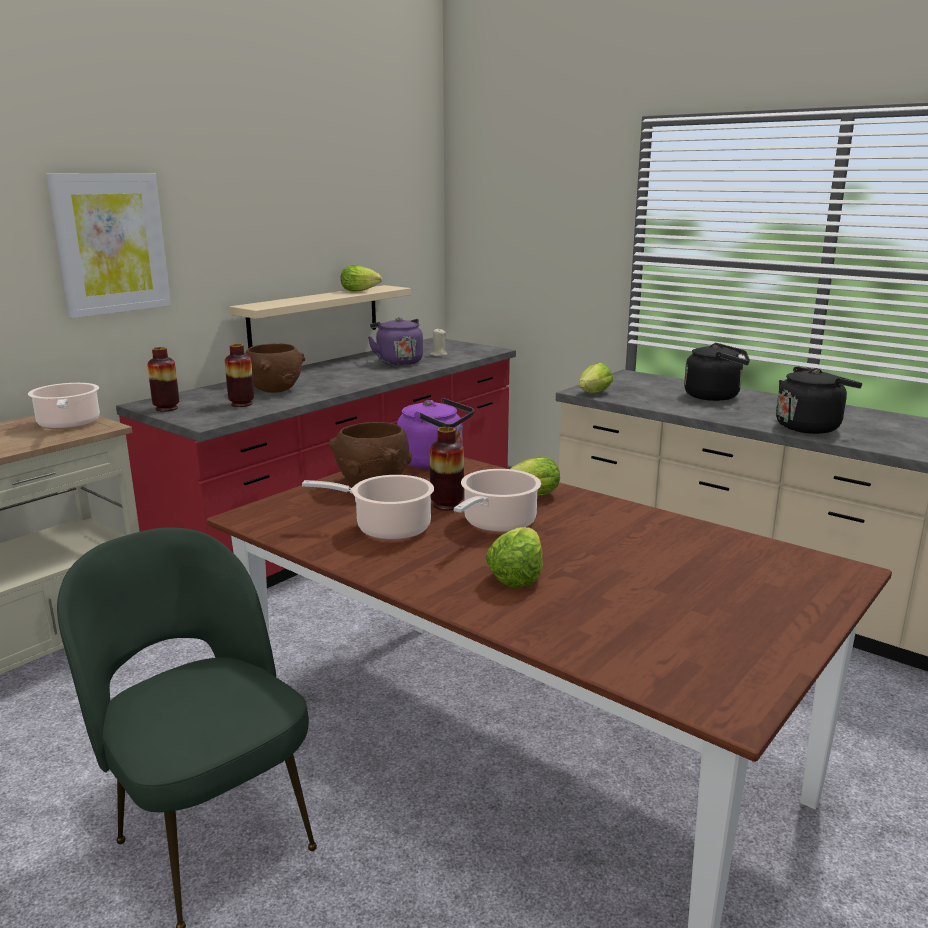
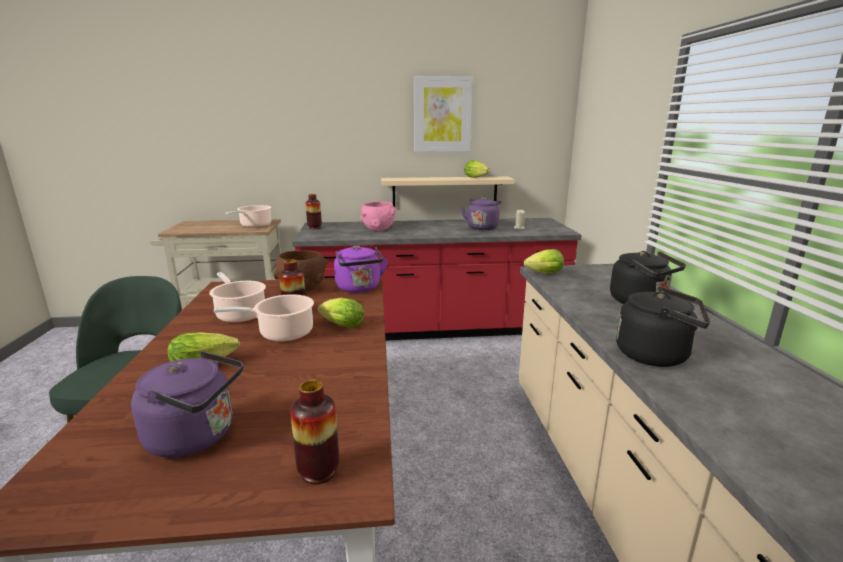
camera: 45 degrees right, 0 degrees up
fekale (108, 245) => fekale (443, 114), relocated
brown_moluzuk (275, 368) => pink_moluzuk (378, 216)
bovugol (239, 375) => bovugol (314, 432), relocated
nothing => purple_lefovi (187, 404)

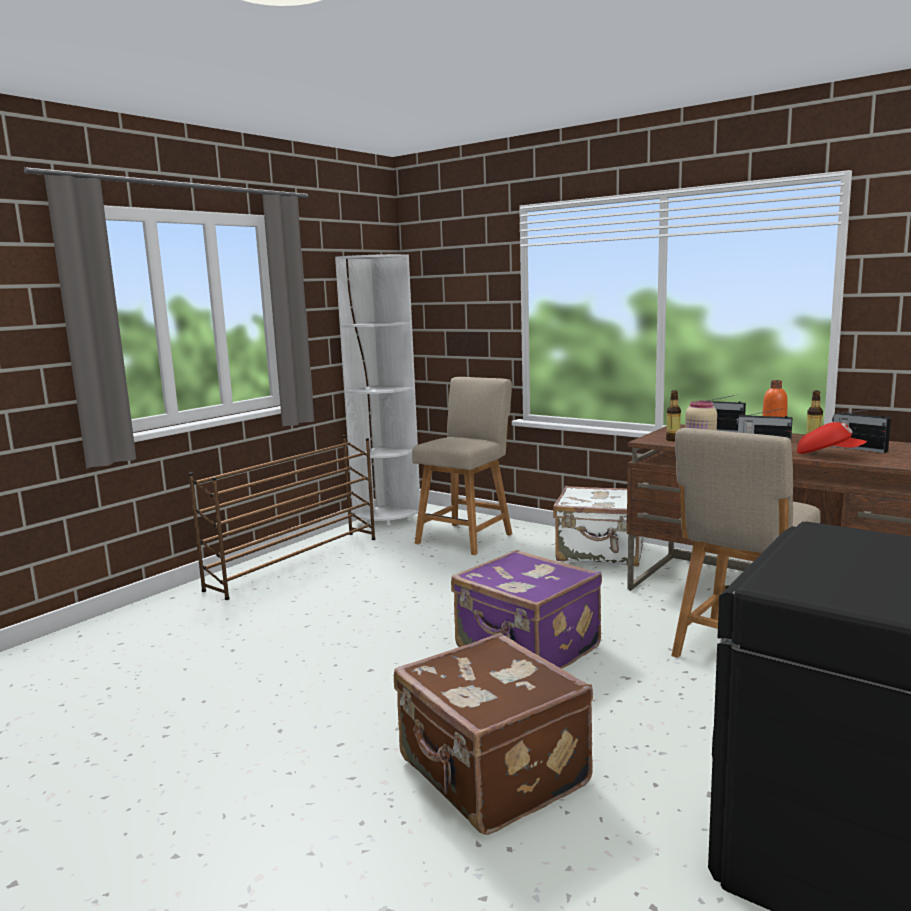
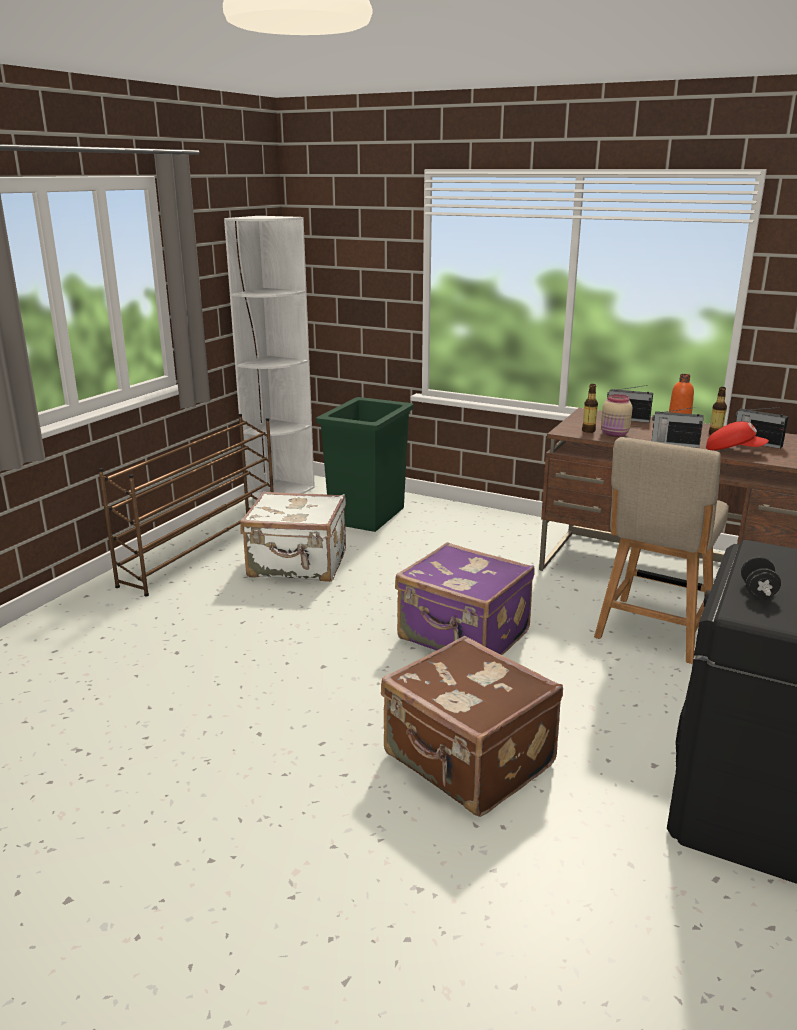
camera: 10 degrees left, 10 degrees up
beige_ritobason (462, 466) => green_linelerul (364, 464)
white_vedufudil (598, 525) => white_vedufudil (293, 536), relocated
nothing => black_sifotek (761, 578)

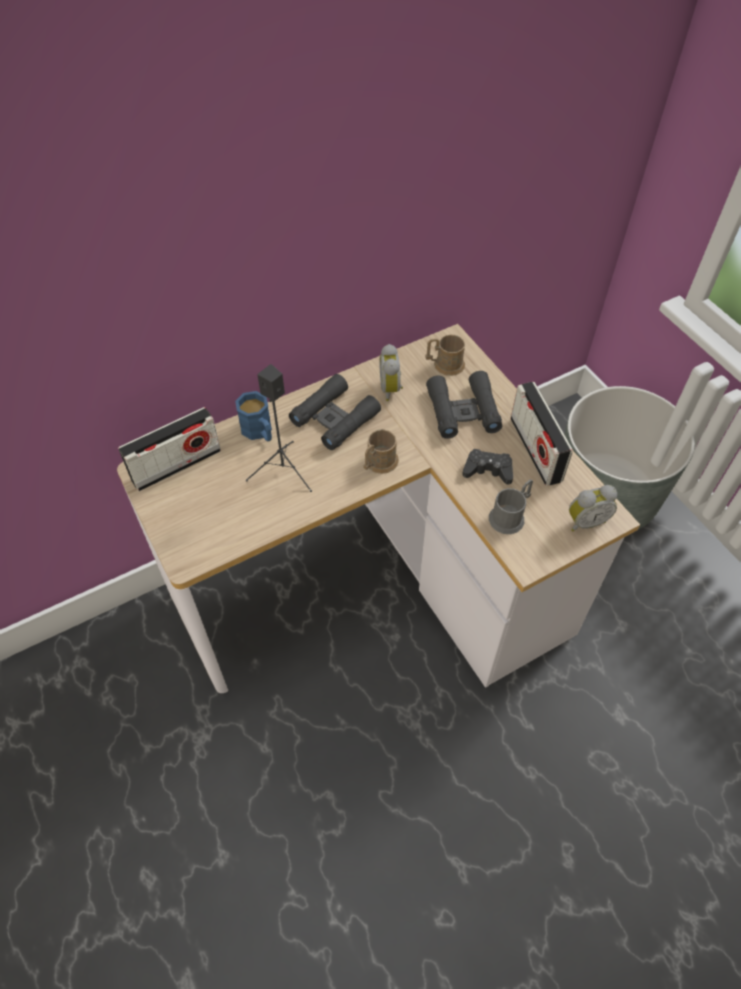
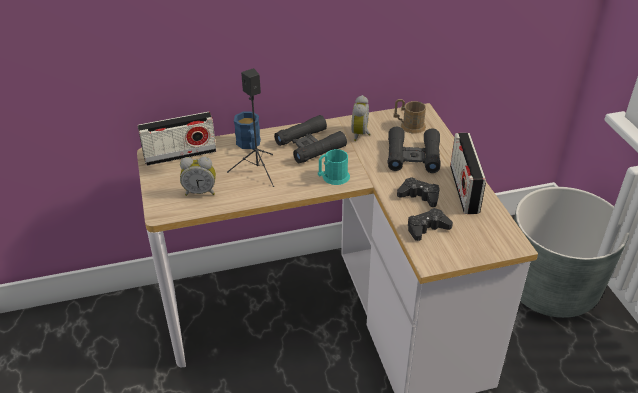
camera: 15 degrees right, 15 degrees down
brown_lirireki (381, 451) => turquoise_lirireki (334, 167)
grey_lirireki (511, 507) => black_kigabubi (430, 224)
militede (593, 508) => militede (198, 176), relocated

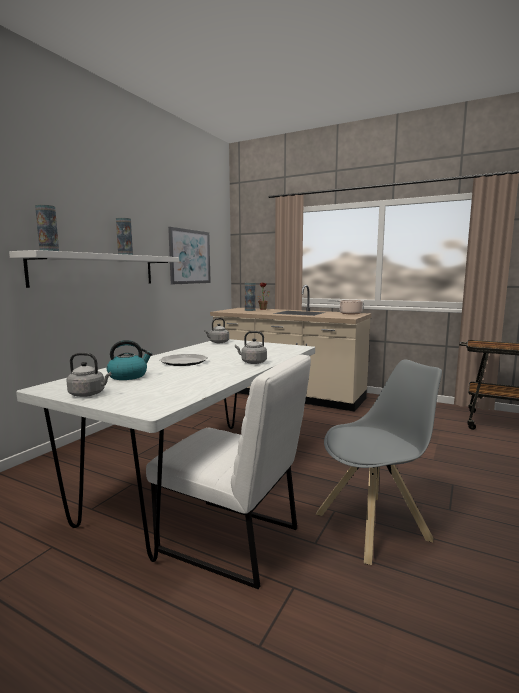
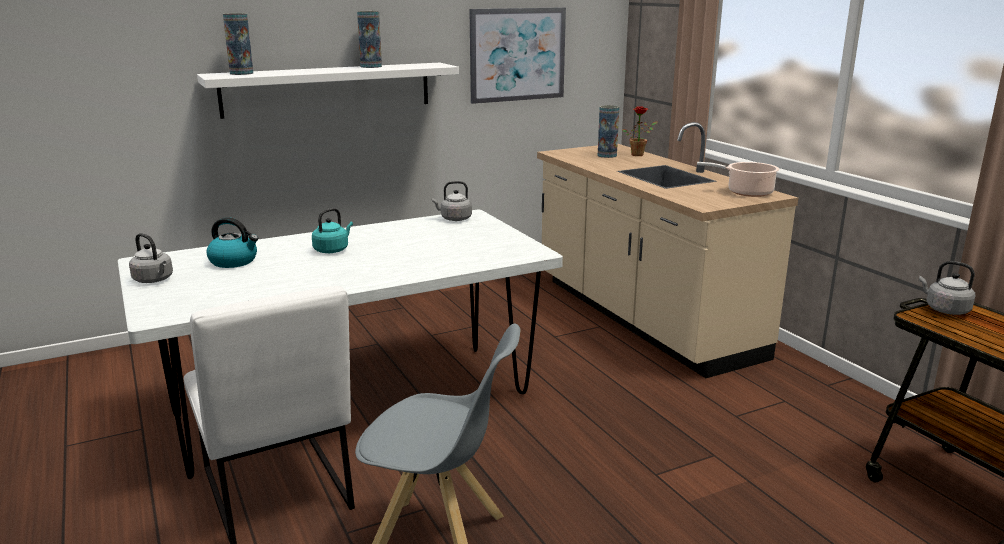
camera: 35 degrees right, 10 degrees up
grey_lefovi (251, 347) => grey_lefovi (947, 288), relocated
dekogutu (184, 360) => turquoise_lefovi (332, 230)

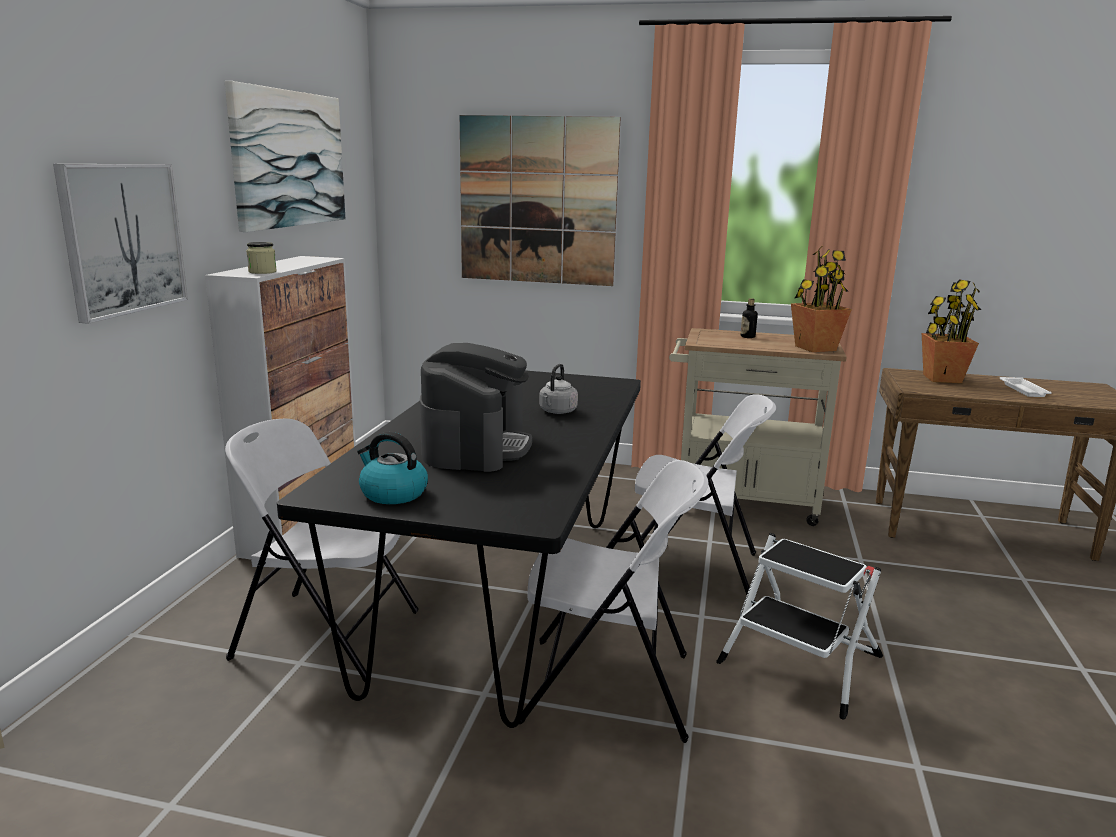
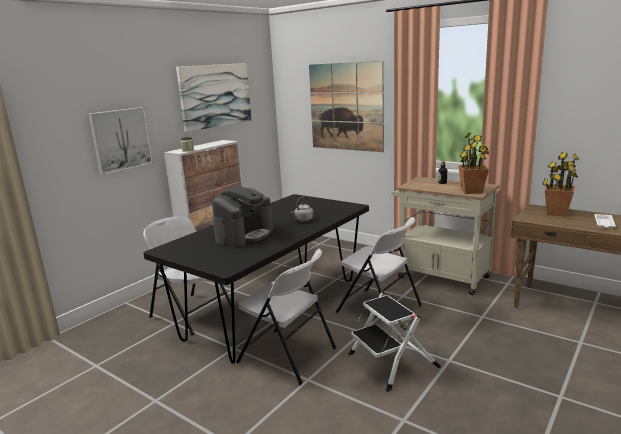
camera: 25 degrees right, 0 degrees up
lefovi (392, 468) => nothing

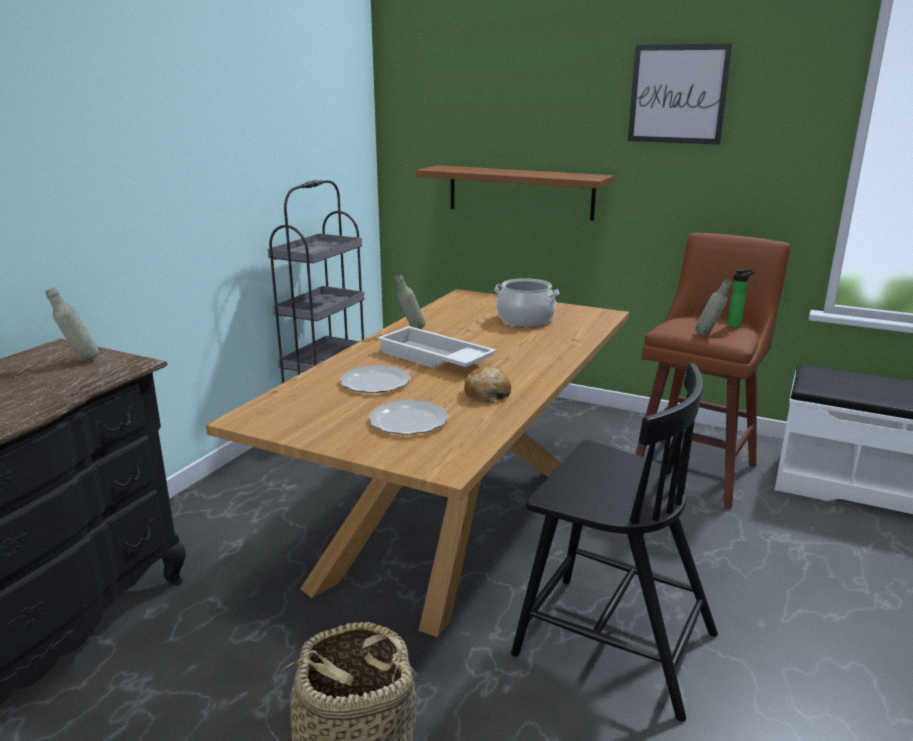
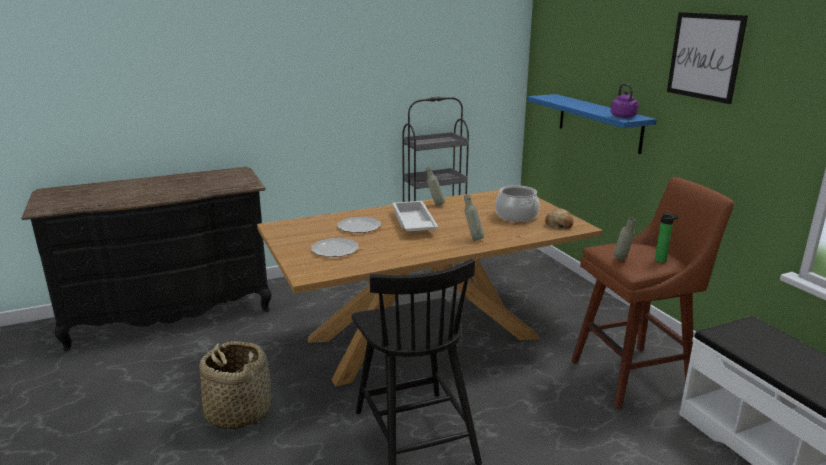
camera: 40 degrees right, 0 degrees up
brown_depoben (515, 193) => blue_depoben (592, 124)
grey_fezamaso (72, 325) => grey_fezamaso (474, 218), relocated
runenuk (487, 384) => runenuk (559, 218), relocated
nothing => purple_lefovi (625, 101)

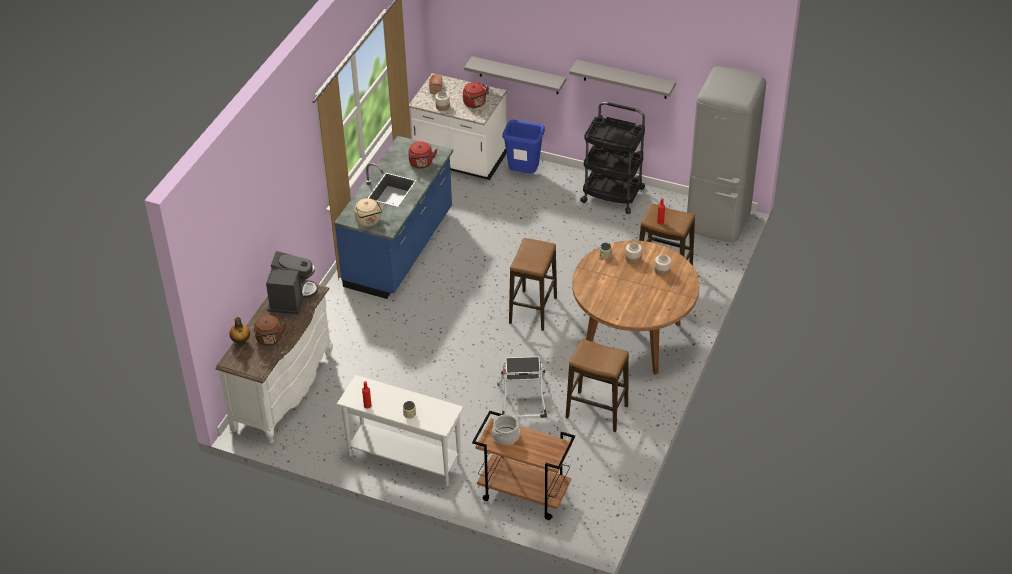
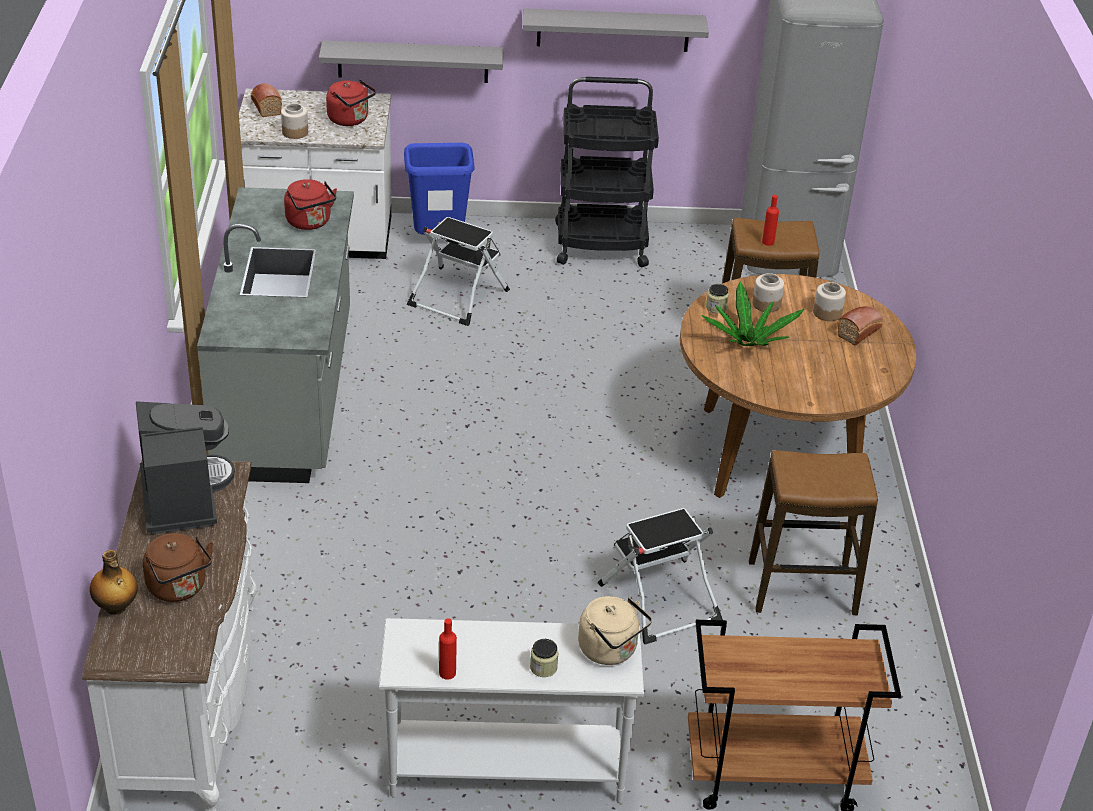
camera: 25 degrees left, 5 degrees down
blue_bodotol (393, 217) => grey_bodotol (275, 335)
beige_lefovi (369, 212) => beige_lefovi (615, 630), relocated
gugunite (533, 284) => nothing
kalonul (506, 429) => nothing
nothing => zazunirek (458, 271)
nothing => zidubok (753, 313)
nothing => runenuk (860, 325)

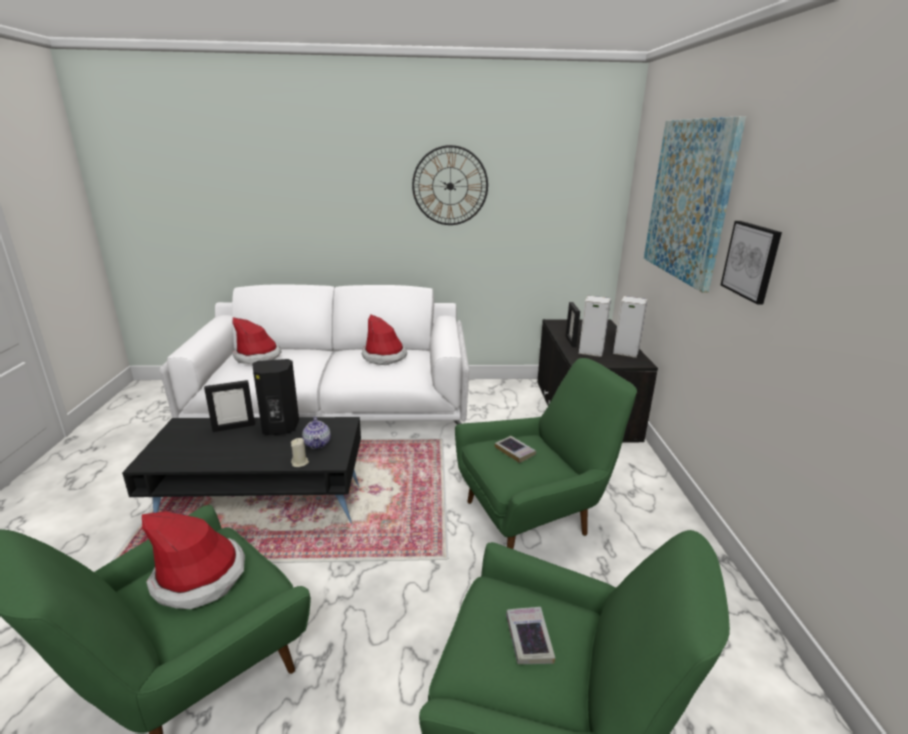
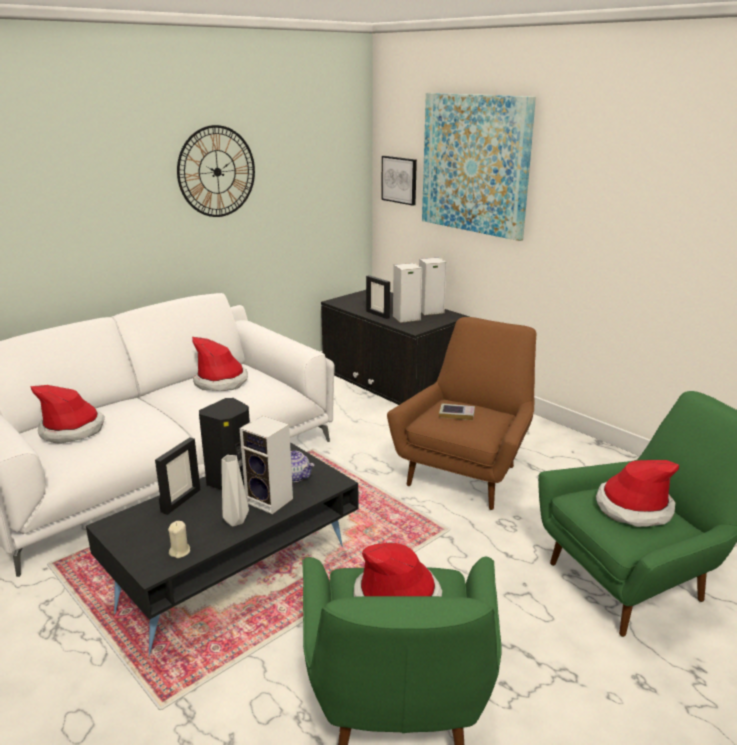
camera: 40 degrees left, 0 degrees up
fekale (751, 262) => fekale (399, 181), relocated
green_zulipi (546, 453) => brown_zulipi (461, 413)
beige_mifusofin (300, 452) => beige_mifusofin (179, 539), relocated
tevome (530, 635) => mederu (637, 493)
nothing => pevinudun (266, 465)
nothing => grey_bovugol (235, 490)

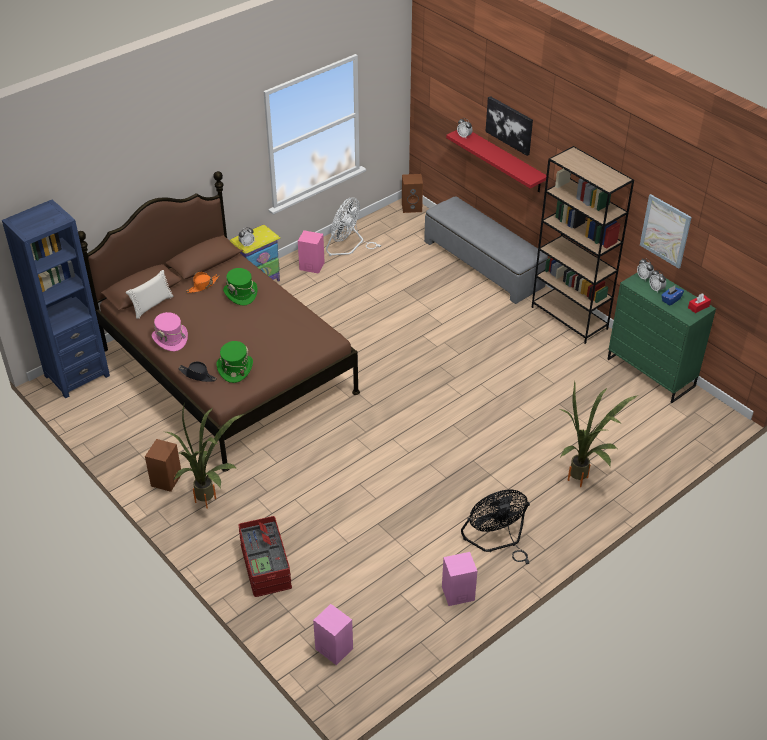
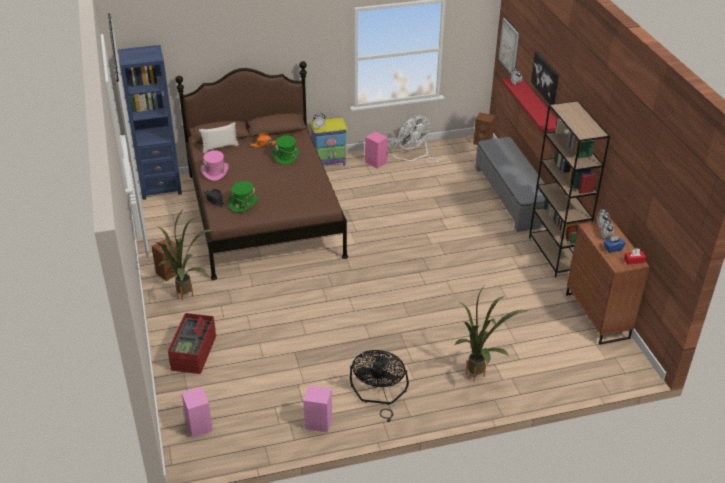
camera: 25 degrees right, 5 degrees down
fekale (666, 231) => fekale (509, 46), relocated
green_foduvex (661, 338) => brown_foduvex (608, 282)

